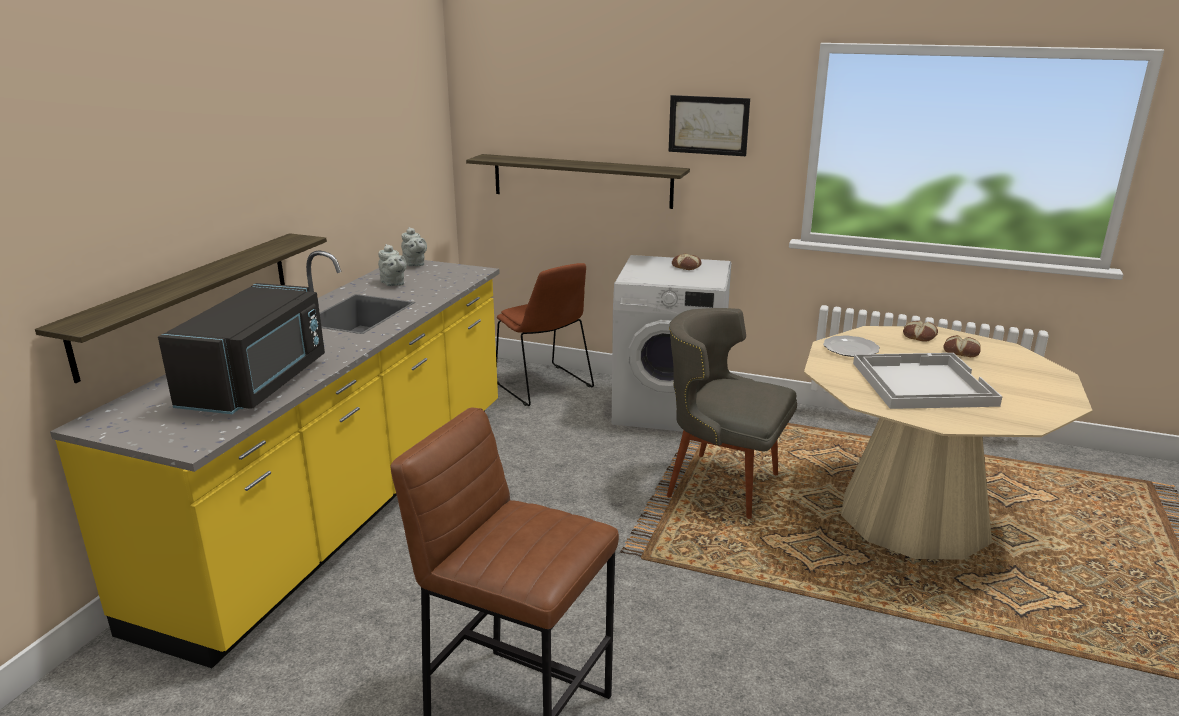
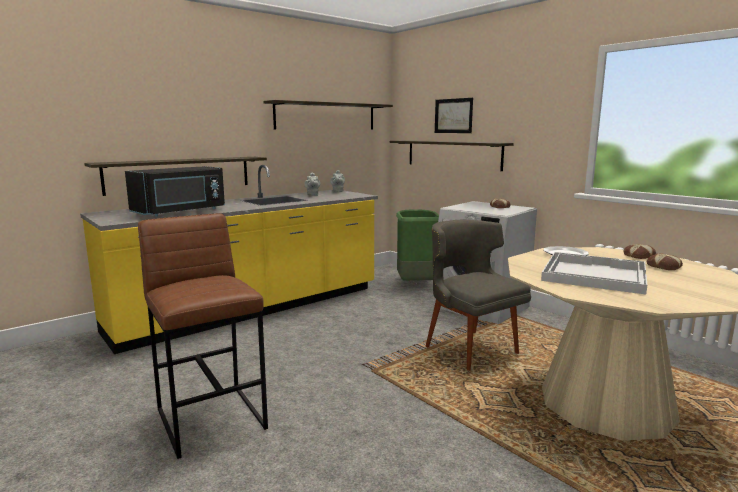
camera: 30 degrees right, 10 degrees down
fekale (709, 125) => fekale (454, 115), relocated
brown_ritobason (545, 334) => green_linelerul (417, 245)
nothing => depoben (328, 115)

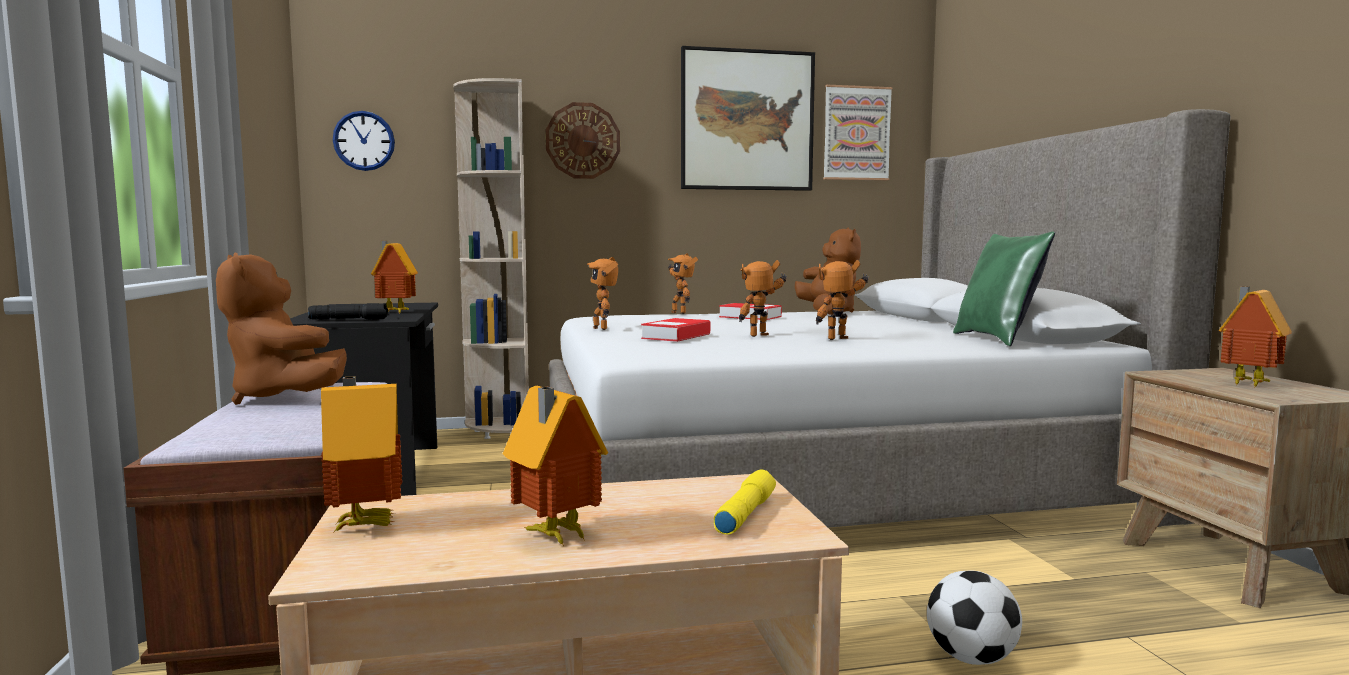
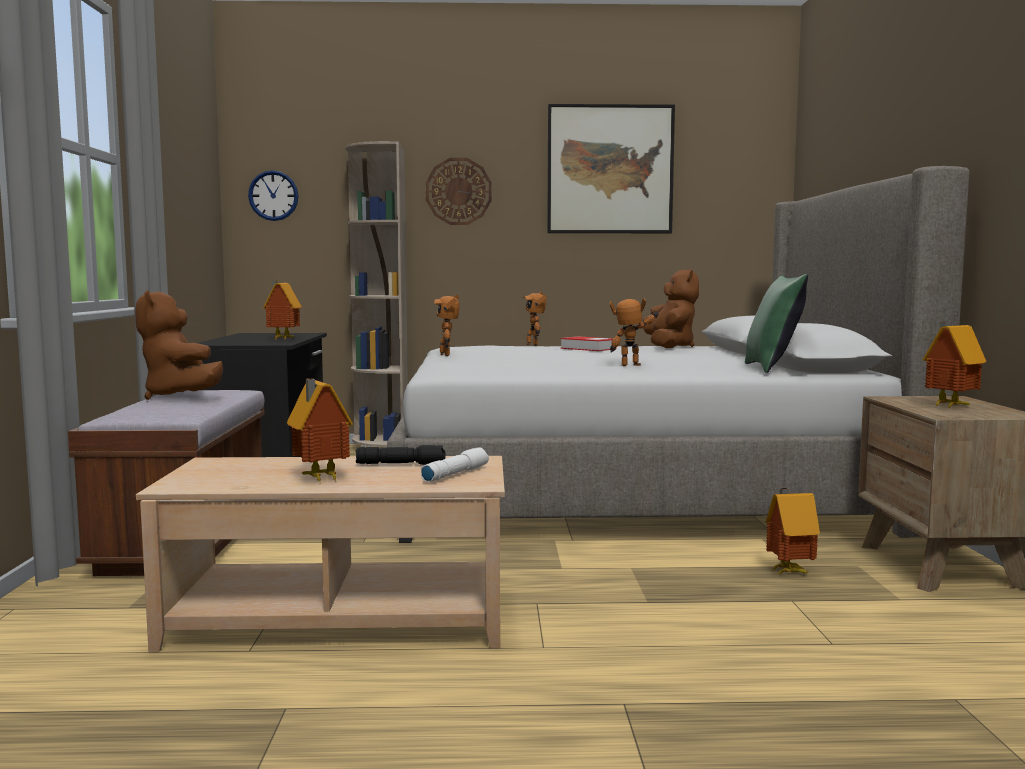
camera: 10 degrees right, 0 degrees up
fekale (857, 132) => nothing
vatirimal (763, 298) => nothing
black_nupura (348, 311) => black_nupura (400, 455), relocated
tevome (675, 330) => nothing
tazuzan (361, 454) => tazuzan (793, 531), relocated
yellow_nupura (745, 502) => white_nupura (455, 464)
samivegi (974, 618) => nothing

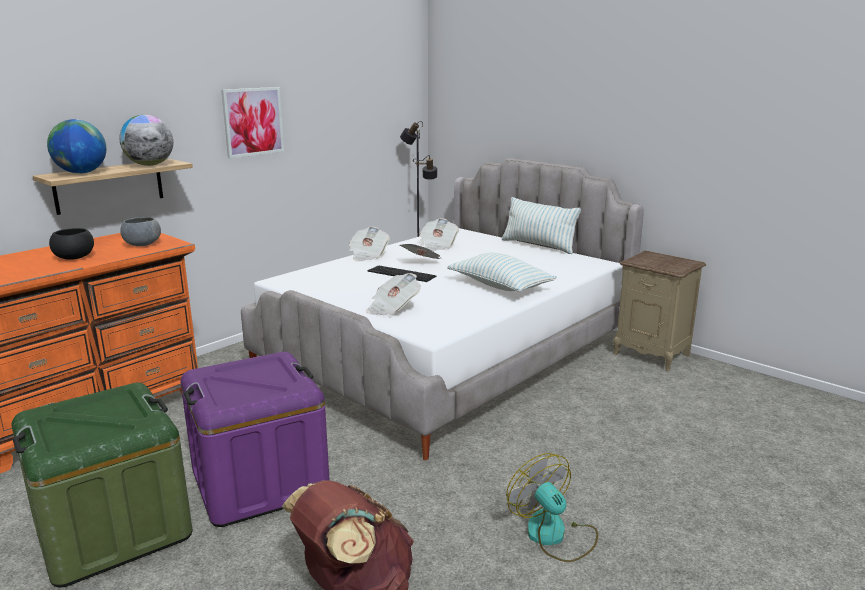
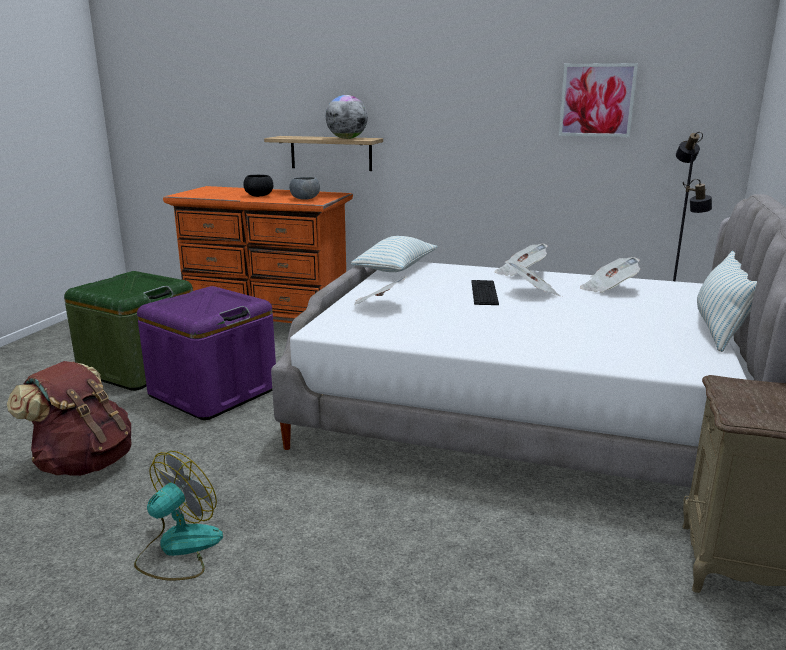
camera: 65 degrees right, 0 degrees up
fekale (252, 122) => fekale (598, 100), relocated
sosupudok (76, 146) => nothing
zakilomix (502, 272) => zakilomix (394, 254), relocated

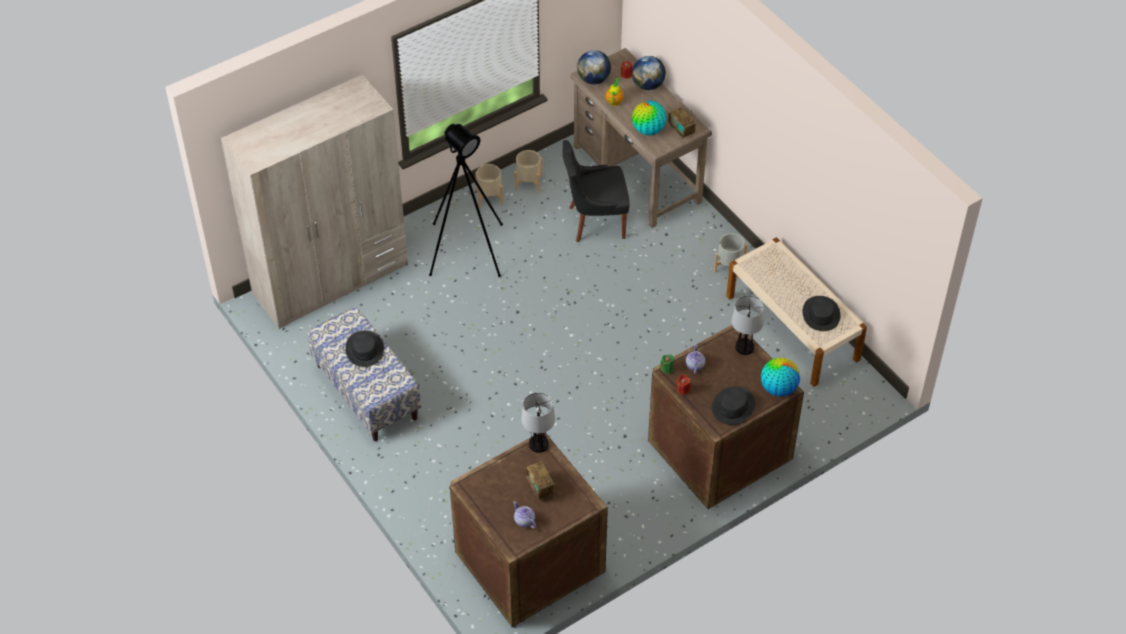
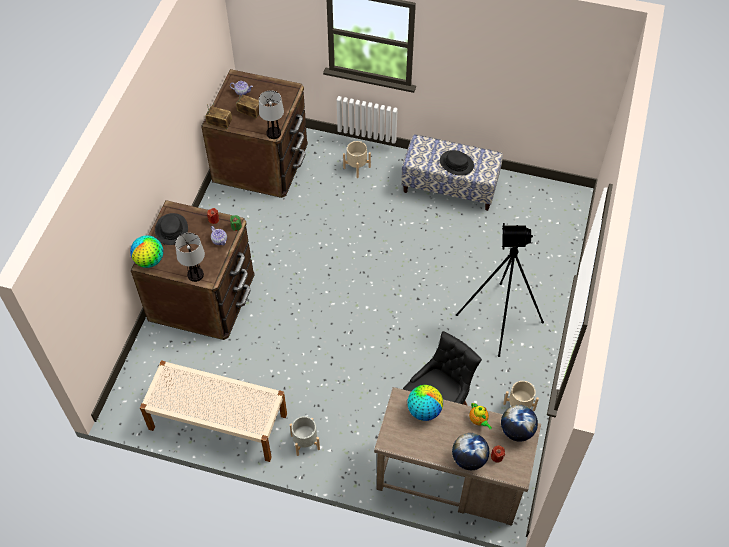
camera: 140 degrees right, 5 degrees up
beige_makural (314, 202) => nothing
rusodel (682, 123) => rusodel (218, 116), relocated
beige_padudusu (489, 185) => beige_padudusu (357, 159), relocated
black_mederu (821, 313) => nothing

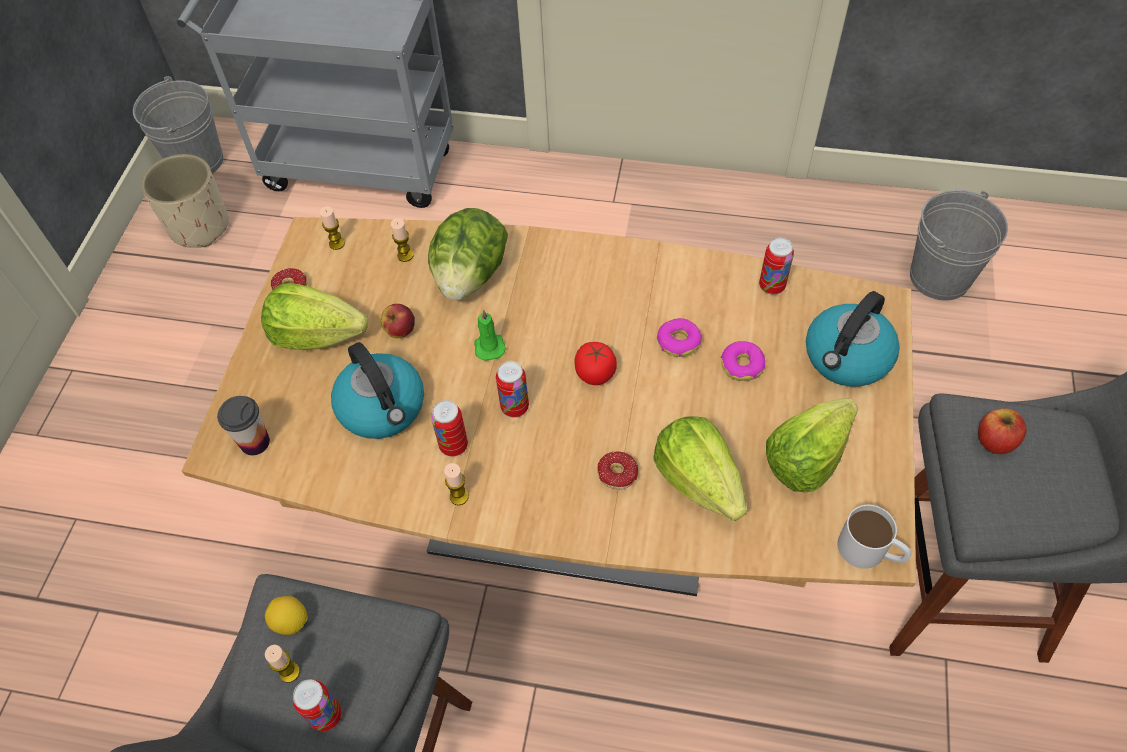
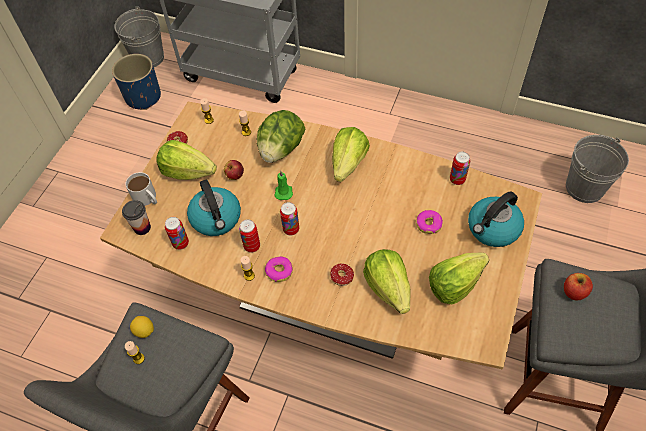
camera: 10 degrees right, 0 degrees up
beige_padudusu (185, 201) => blue_padudusu (136, 82)
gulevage (679, 337) => gulevage (279, 269), relocated
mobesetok (595, 363) => nothing
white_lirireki (874, 537) => white_lirireki (141, 189), relocated
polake (317, 705) => polake (177, 233), relocated
nothing => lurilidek (351, 154)

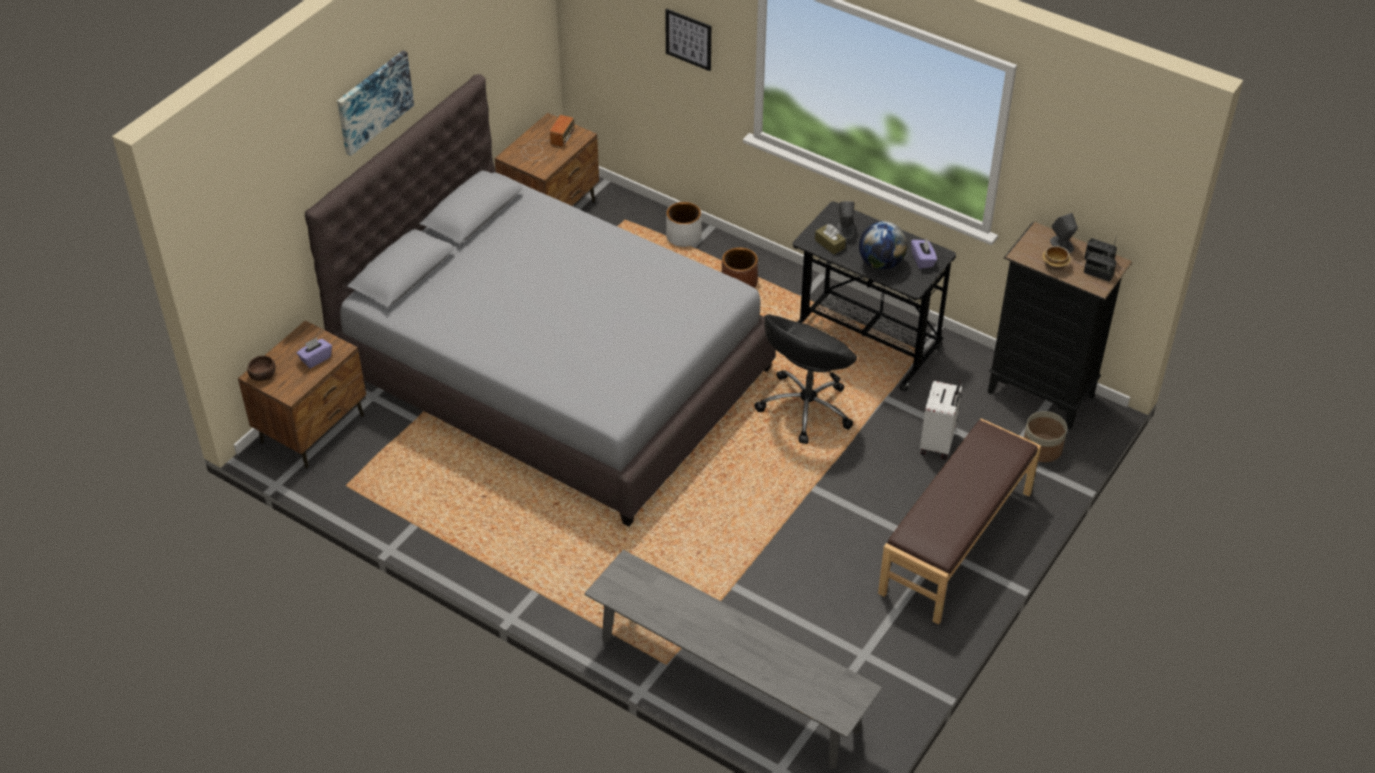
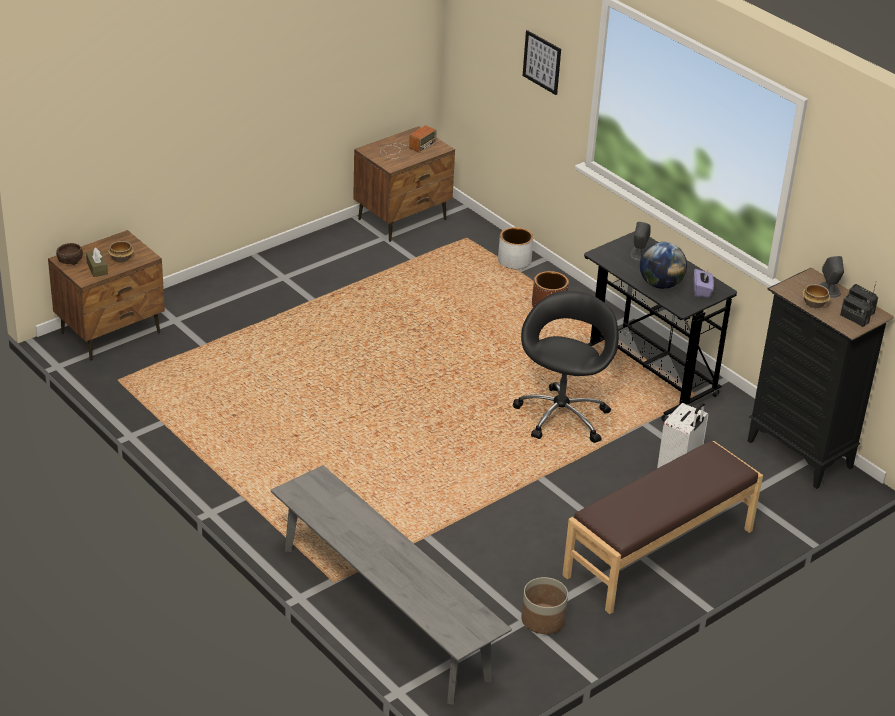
camera: 15 degrees right, 10 degrees down
fekale (375, 103) => nothing
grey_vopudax (540, 300) => nothing
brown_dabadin (830, 239) => brown_dabadin (97, 262), relocated
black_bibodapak (805, 379) => black_bibodapak (566, 367), 150 degrees clockwise
purple_dabadin (314, 352) => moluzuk (121, 251)
padudusu (1045, 436) => padudusu (544, 605), relocated

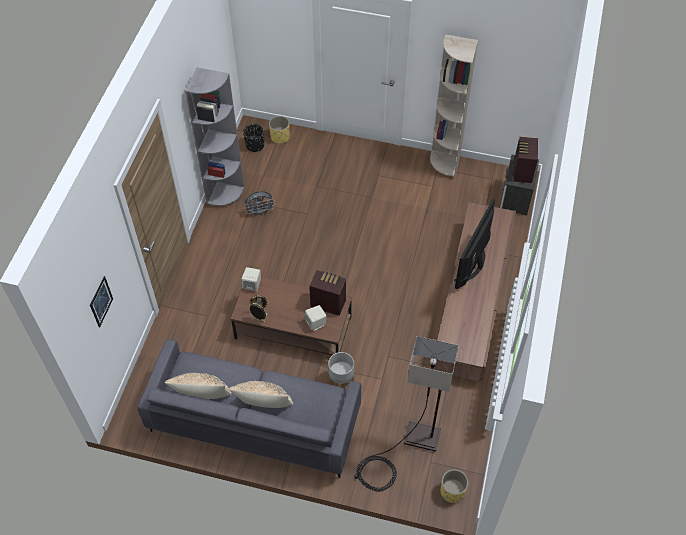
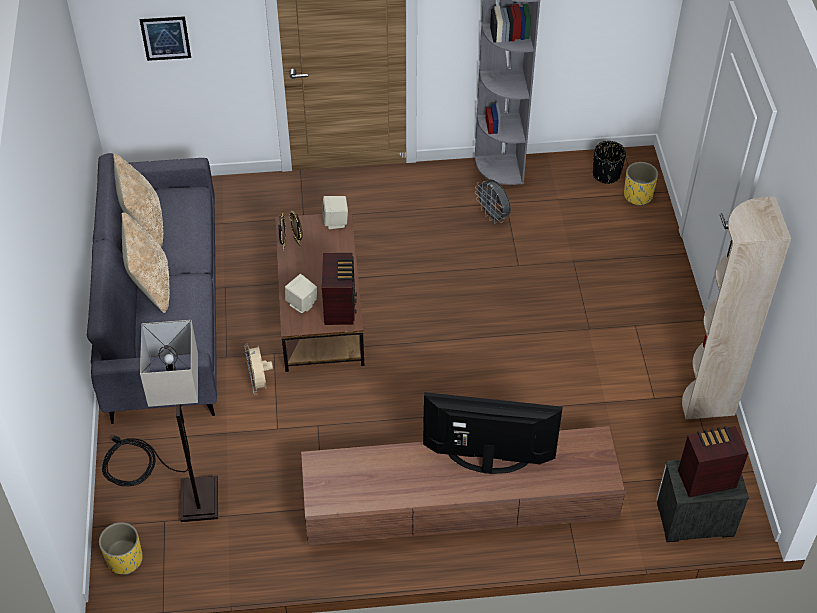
camera: 70 degrees right, 5 degrees down
grey_padudusu (341, 369) => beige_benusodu (258, 369)

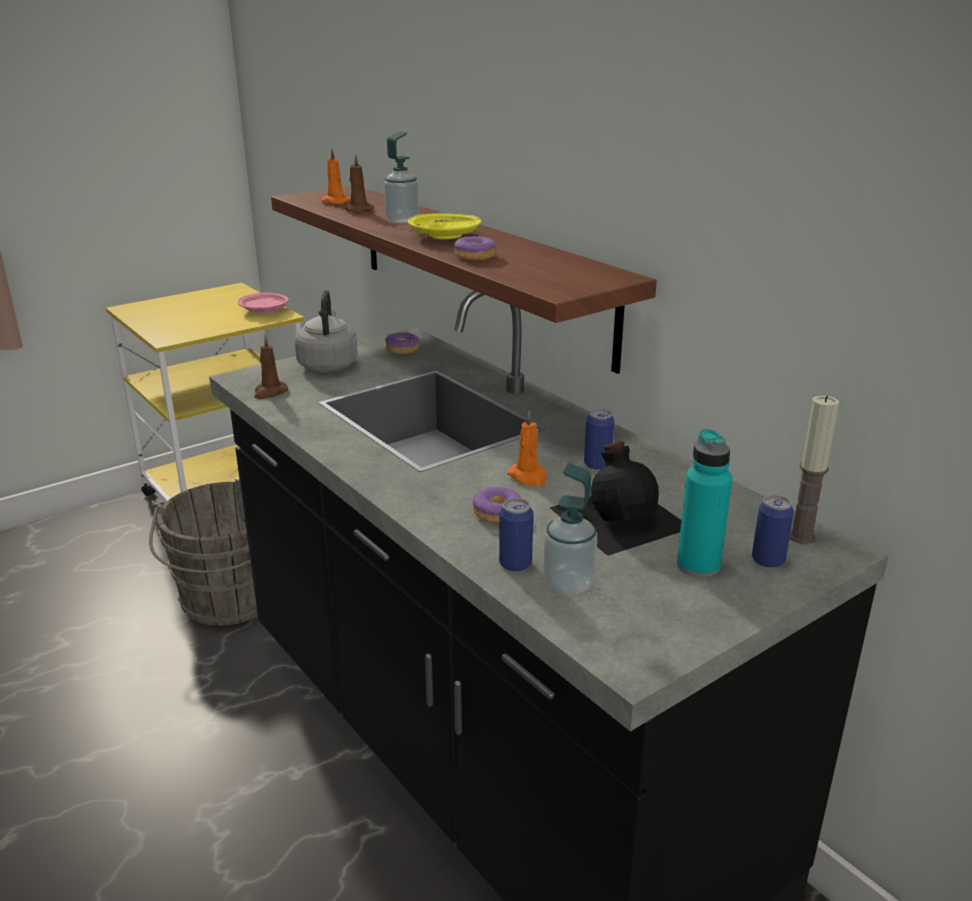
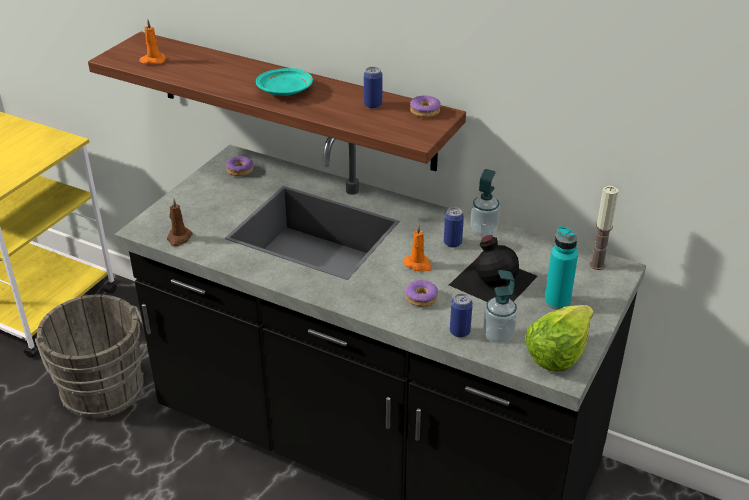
camera: 25 degrees left, 10 degrees up
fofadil (401, 177) => fofadil (485, 203), relocated
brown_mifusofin (359, 183) => nothing
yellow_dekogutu (444, 226) => turquoise_dekogutu (284, 82)
gulevage (475, 248) => gulevage (425, 106), relocated
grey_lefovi (326, 331) => nothing
pink_dekogutu (263, 302) => nothing
polake (773, 531) => polake (373, 88), relocated
nothing => lurilidek (560, 338)

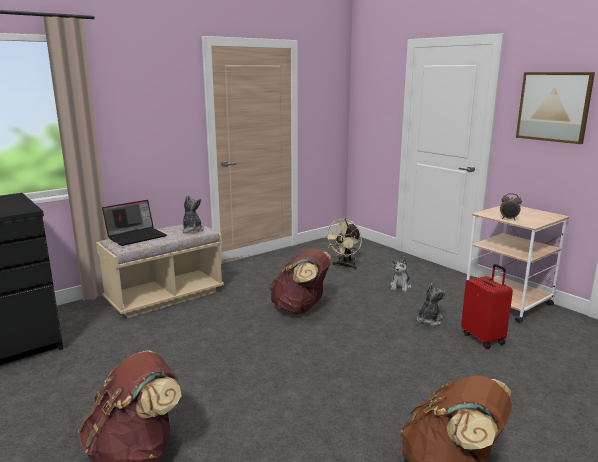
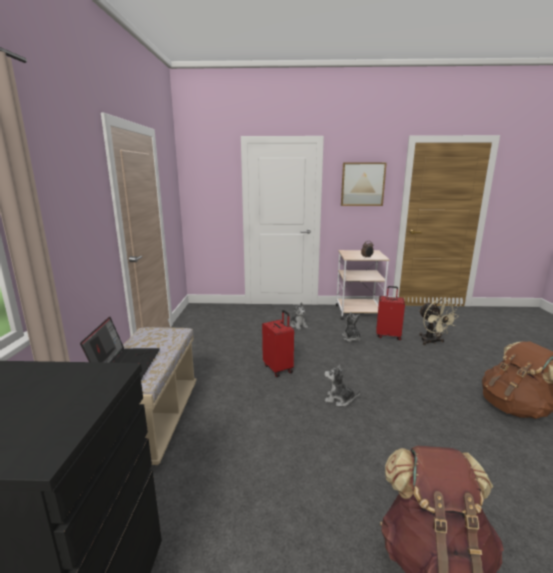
camera: 50 degrees left, 0 degrees up
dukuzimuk (192, 214) => dukuzimuk (342, 385), relocated
beige_benusodu (343, 244) => beige_benusodu (439, 322), relocated
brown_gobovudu (301, 281) => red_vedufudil (278, 343)

